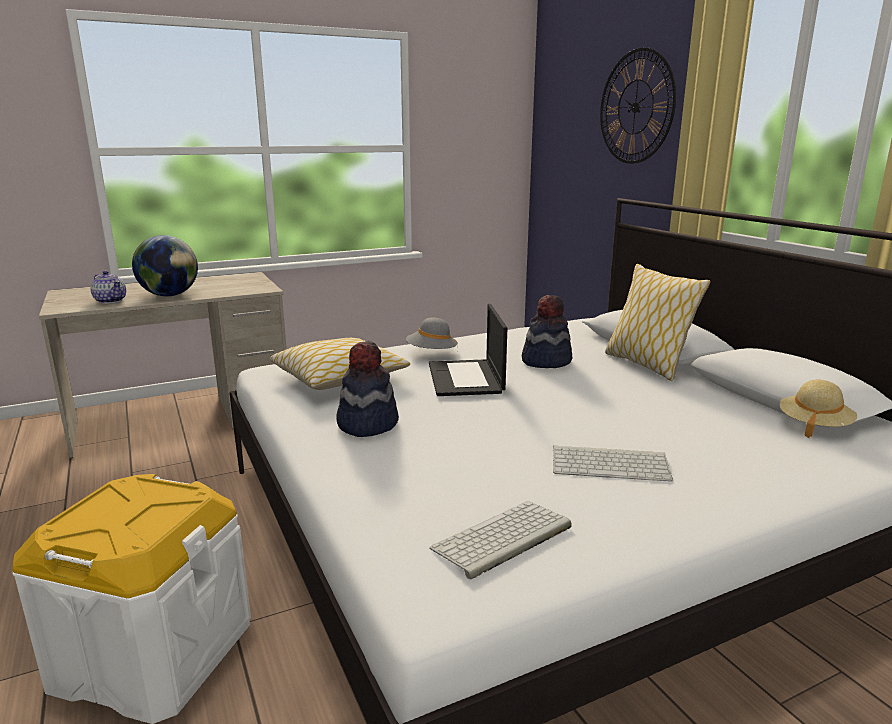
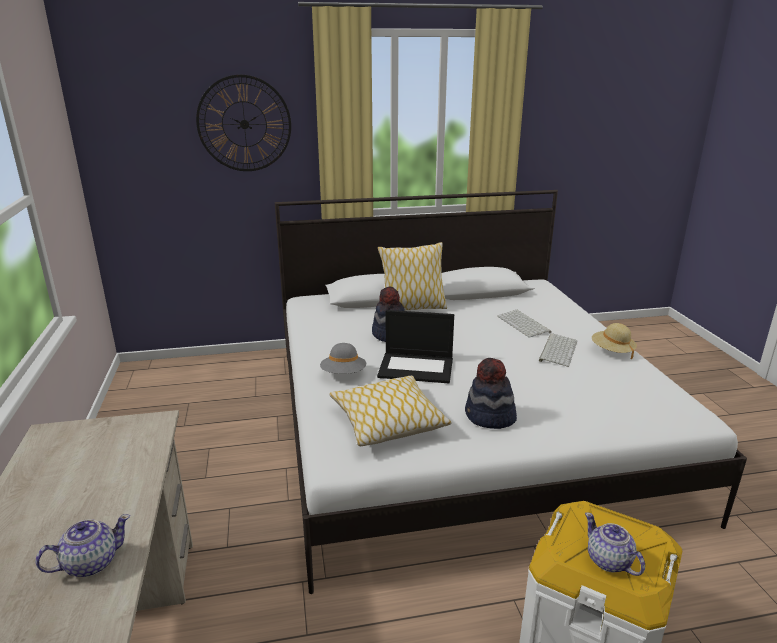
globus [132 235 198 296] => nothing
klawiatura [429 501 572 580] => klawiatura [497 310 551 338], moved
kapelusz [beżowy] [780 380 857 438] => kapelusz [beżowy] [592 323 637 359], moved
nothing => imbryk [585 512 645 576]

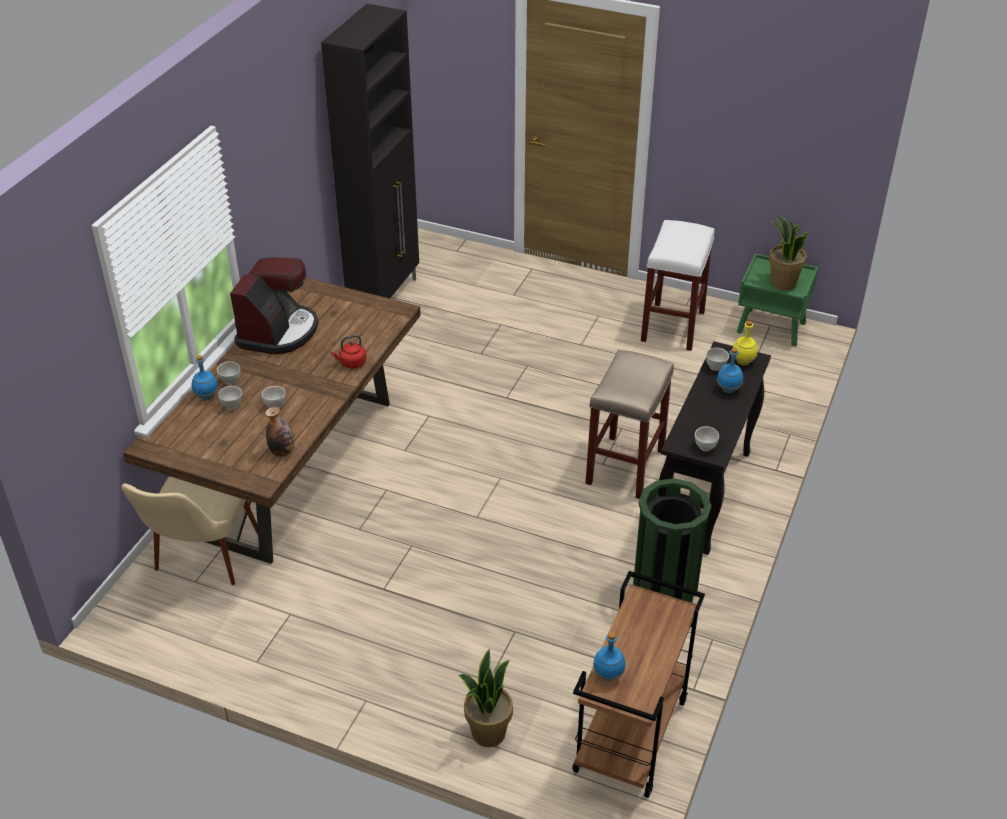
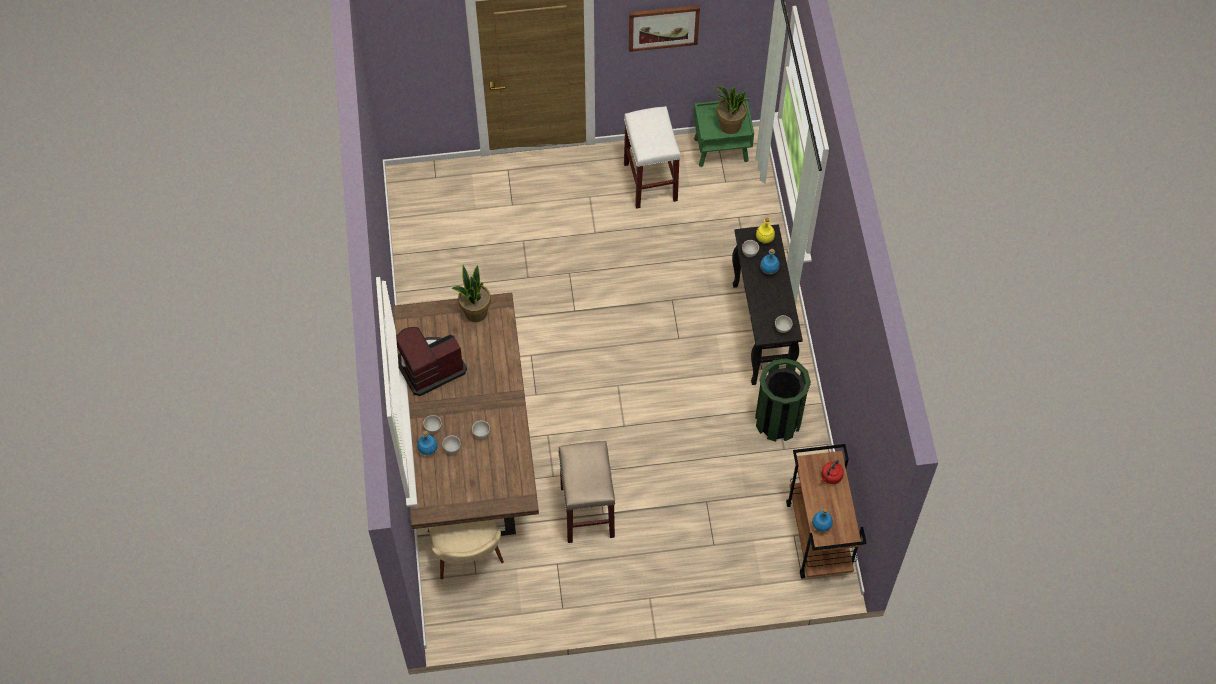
ekspres do kawy [230 257 318 354] => ekspres do kawy [396 327 467 396], 105 degrees counterclockwise
butelka [265 406 295 457] => nothing
szafka [czarny] [321 4 419 298] => nothing
czajnik [czerwony] [331 335 366 369] => czajnik [czerwony] [821 460 844 484], moved
roślina doniczkowa [459 649 513 747] => roślina doniczkowa [452 265 491 322], moved
stołek [beżowy] [586 350 674 499] => stołek [beżowy] [558 441 616 543], moved
nothing => obraz [629 5 700 52]

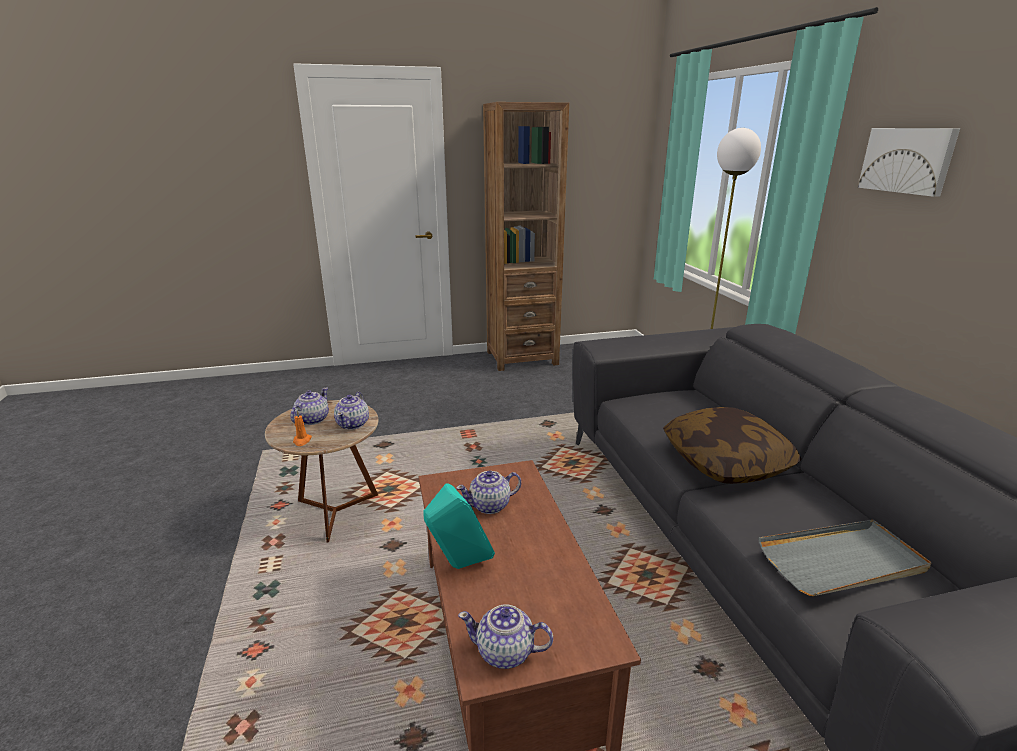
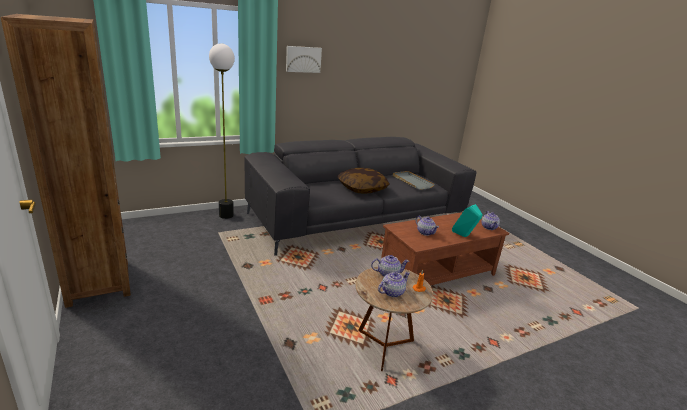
imbryk [291 387 329 425] => imbryk [378 272 410 297], 135 degrees clockwise

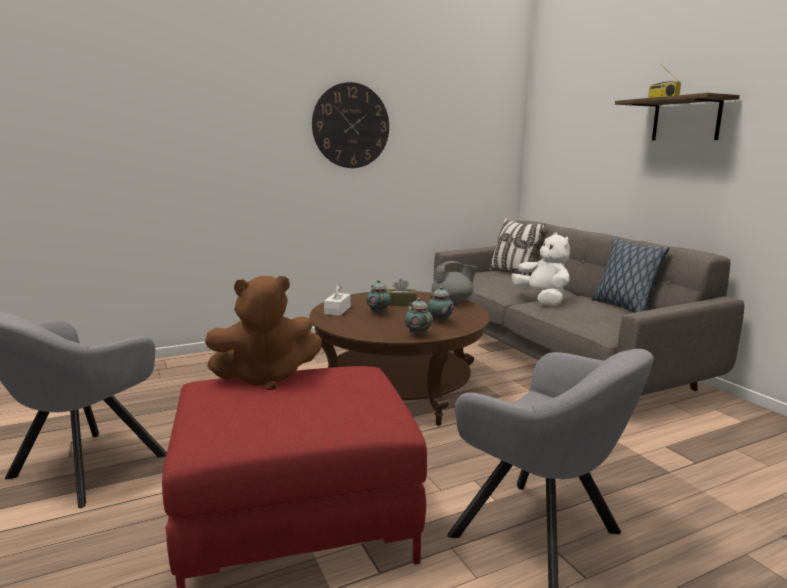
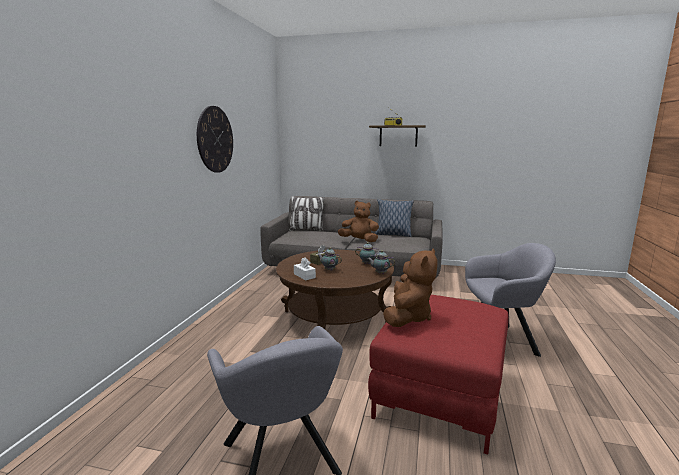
imbryk [szary] [432 261 478 303] => nothing
pluszak [biały] [512 232 570 306] => pluszak [brązowy] [338 201 379 242]

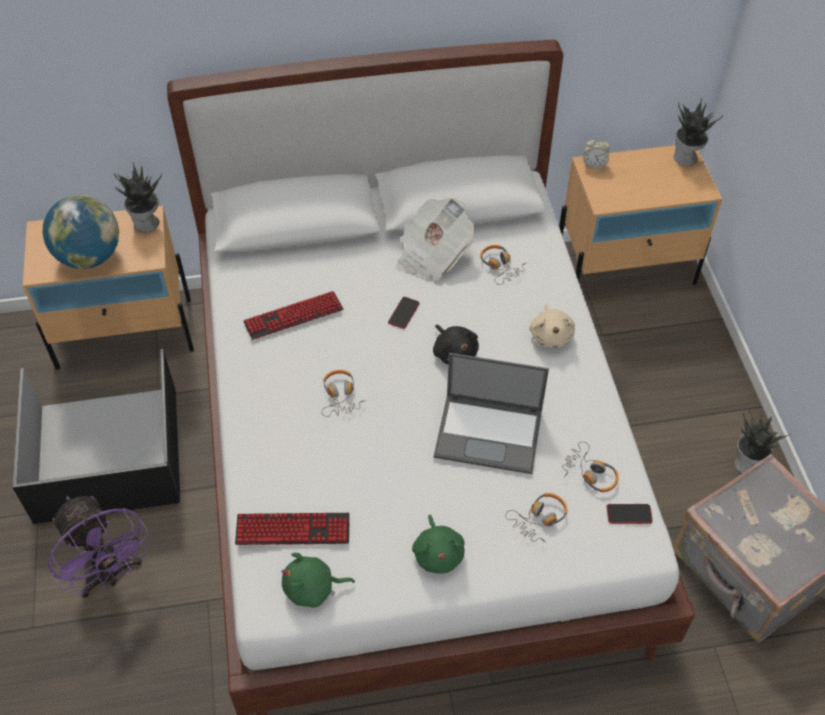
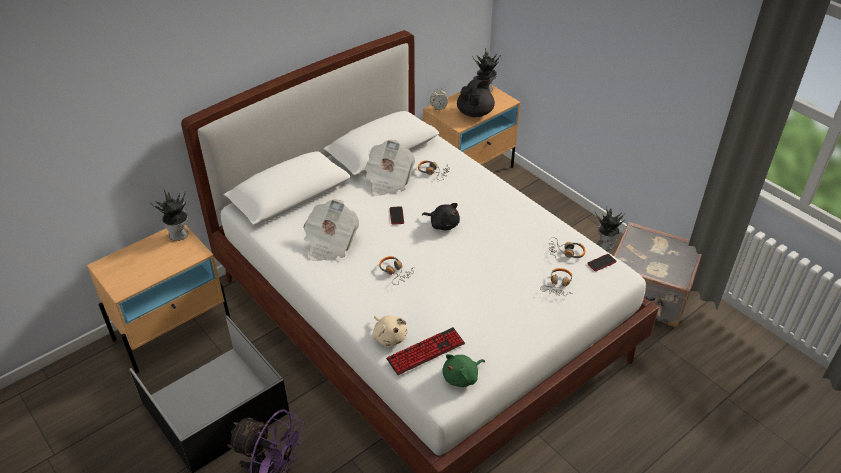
globus [43 195 119 269] => nothing
klawiatura [243 291 343 340] => gazeta [303 199 359 261]
pluszak [zielony] [412 514 465 574] => nothing
laptop [434 353 549 474] => nothing
pluszak [beżowy] [529 304 575 348] => pluszak [beżowy] [372 315 408 346], moved
nothing => imbryk [czarny] [457 75 495 117]

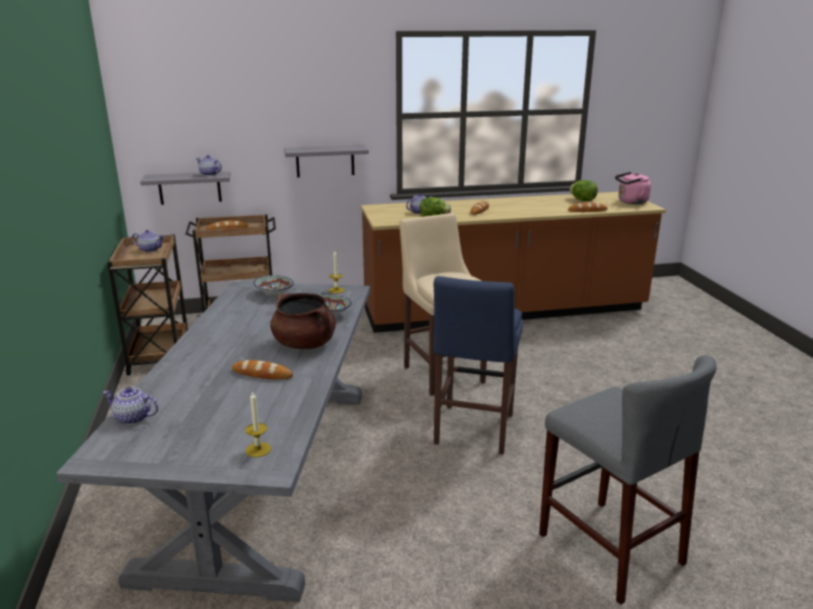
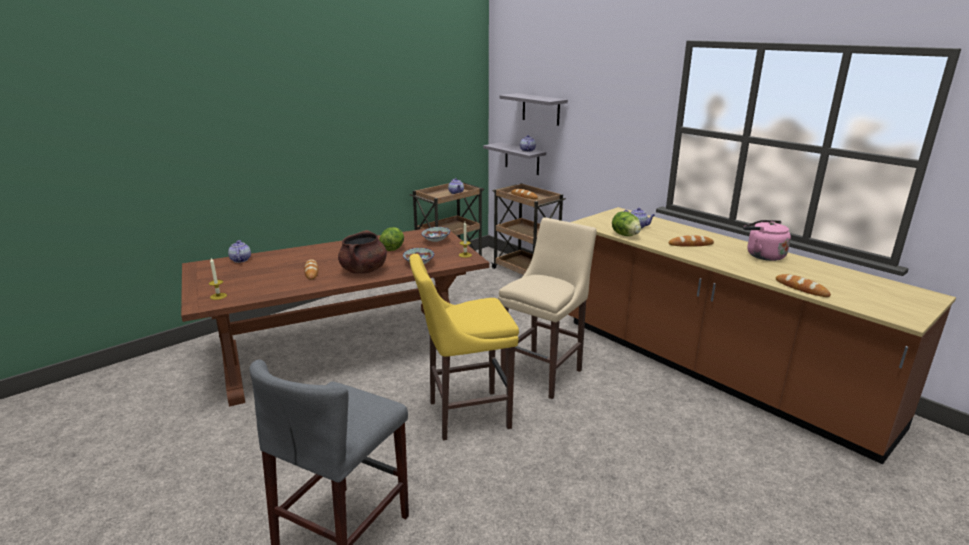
stół jadalny [szary] [56 281 370 602] => stół jadalny [brązowy] [181 226 489 407]
półka [szary] [284 145 369 177] => półka [szary] [500 93 568 126], moved
stołek [niebieski] [433 276 523 454] => stołek [żółty] [409 254 519 441]
sałata [569 180 598 201] => sałata [379 227 404 251], moved
czajnik [różowy] [615 172 651 204] => czajnik [różowy] [743 220 791 261], moved

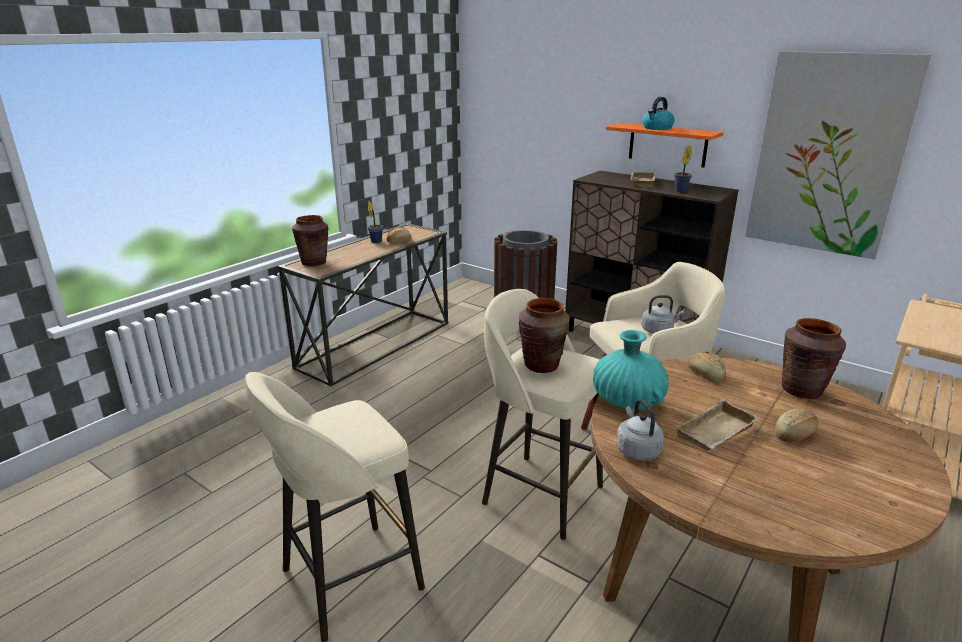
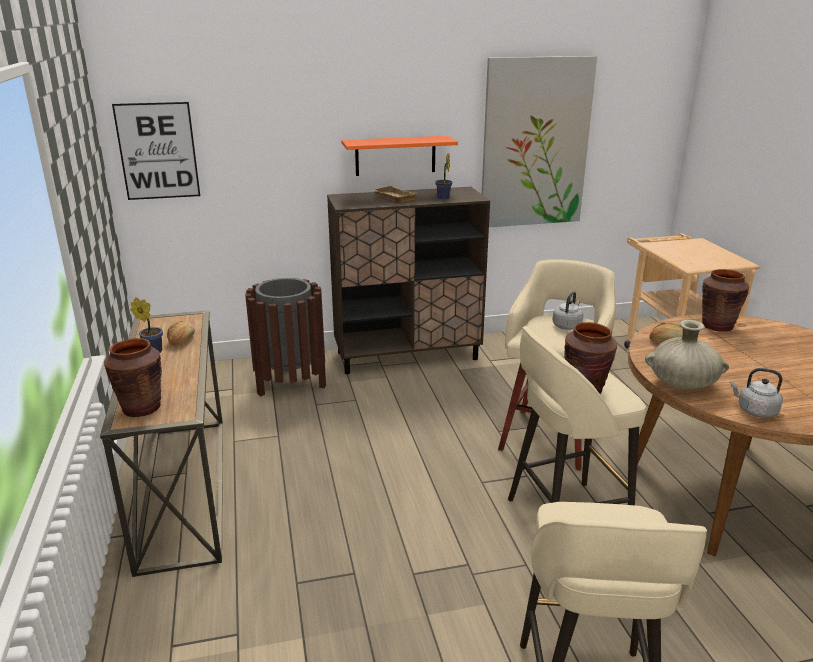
wazon [turkusowy] [593 330 669 409] => wazon [beżowy] [645 320 729 390]
czajnik [642 97 675 130] => nothing
taca [beżowy] [675 399 760 451] => nothing
chleb [775 408 819 442] => nothing
nothing => obraz [112 102 200 200]

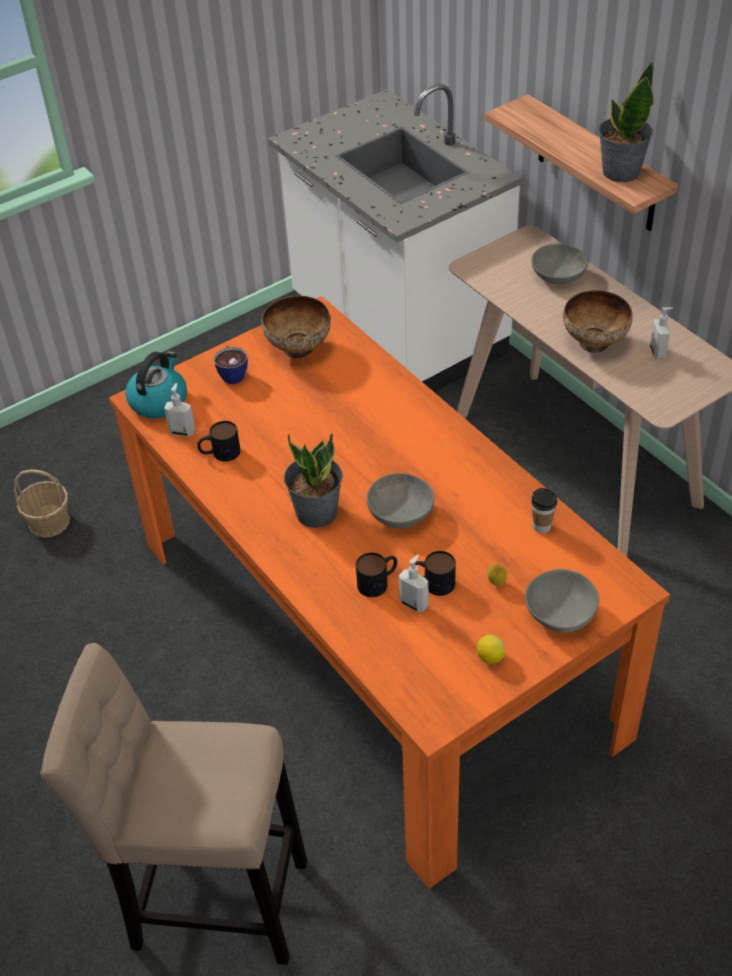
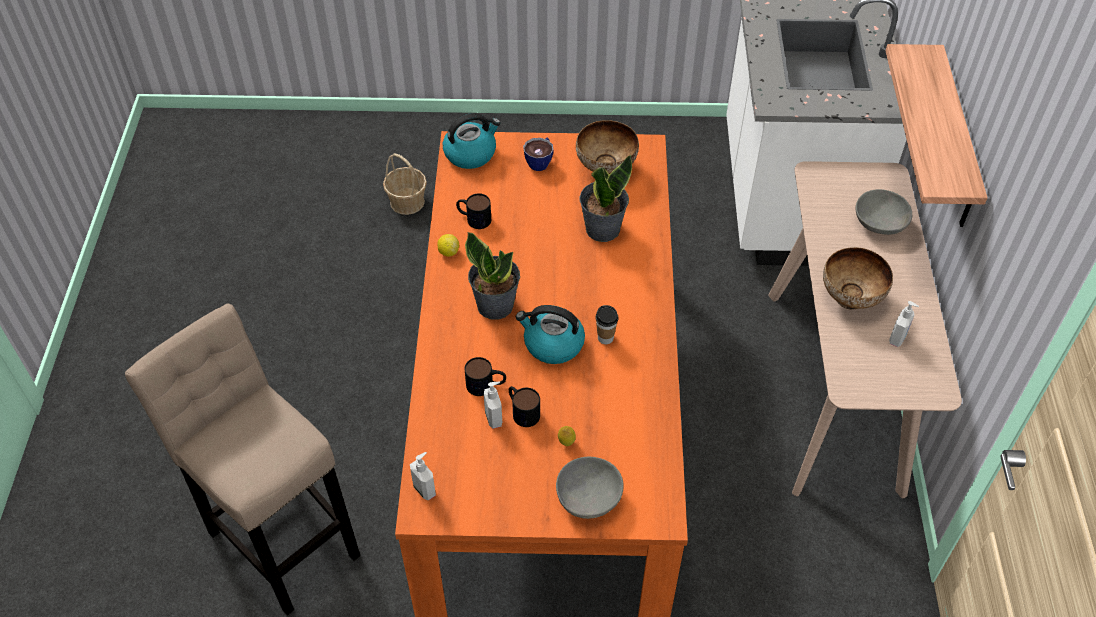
dozownik mydła [164 383 195 437] => dozownik mydła [410 452 436 501], moved
miska [szary] [366 473 435 528] => czajnik [516 305 585 364]
cytryna [477 634 505 664] => cytryna [437 234 459 257], moved
filiżanka [531 488 557 533] => filiżanka [595 305 619 344], moved
roślina doniczkowa [599 62 653 182] => roślina doniczkowa [579 155 632 242], moved

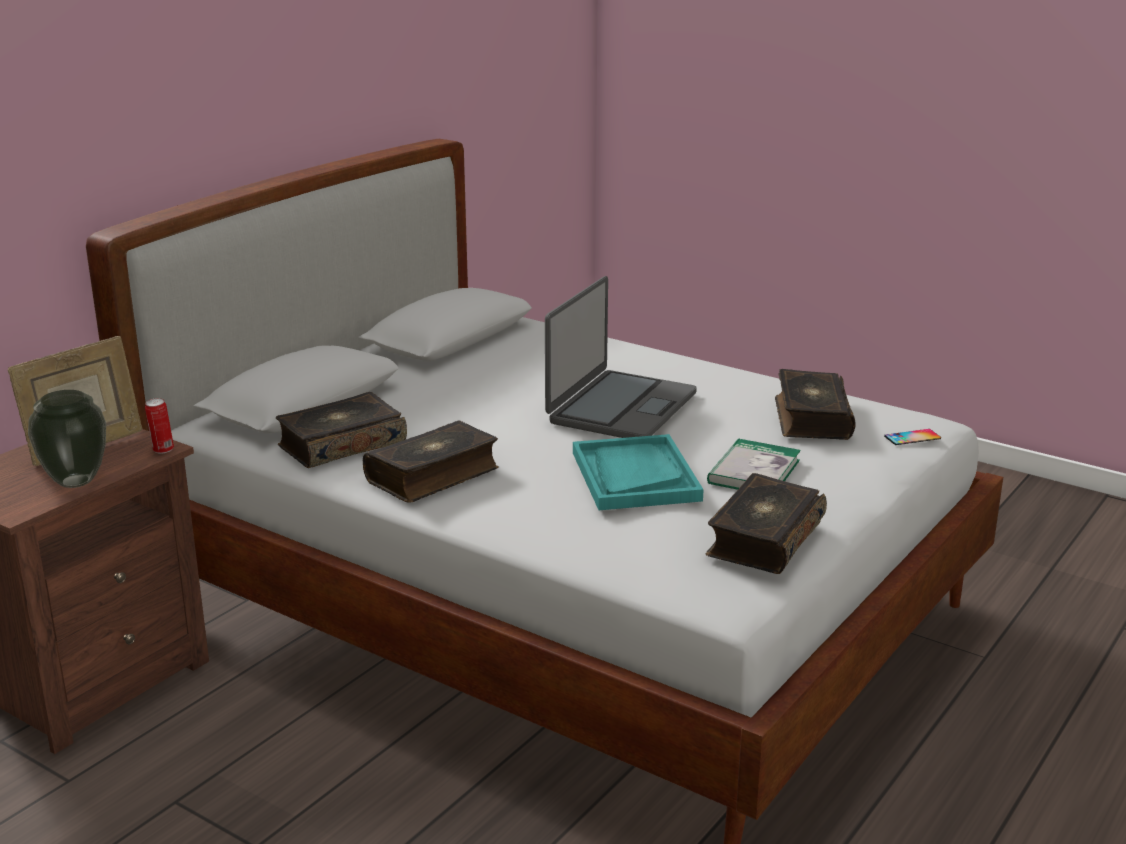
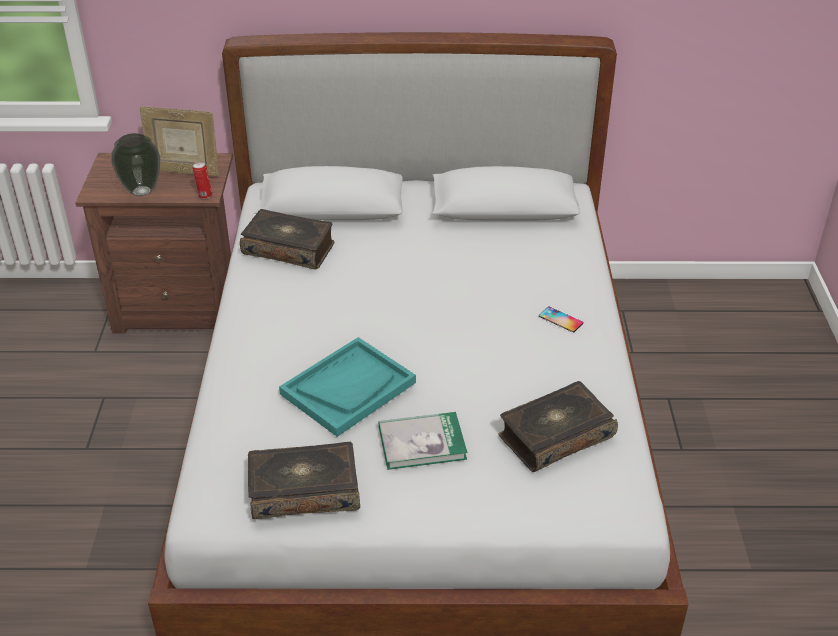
książka [363 420 499 502] => nothing
laptop [545 276 697 438] => nothing
telefon [884 429 941 445] => telefon [539 306 583 332], moved

